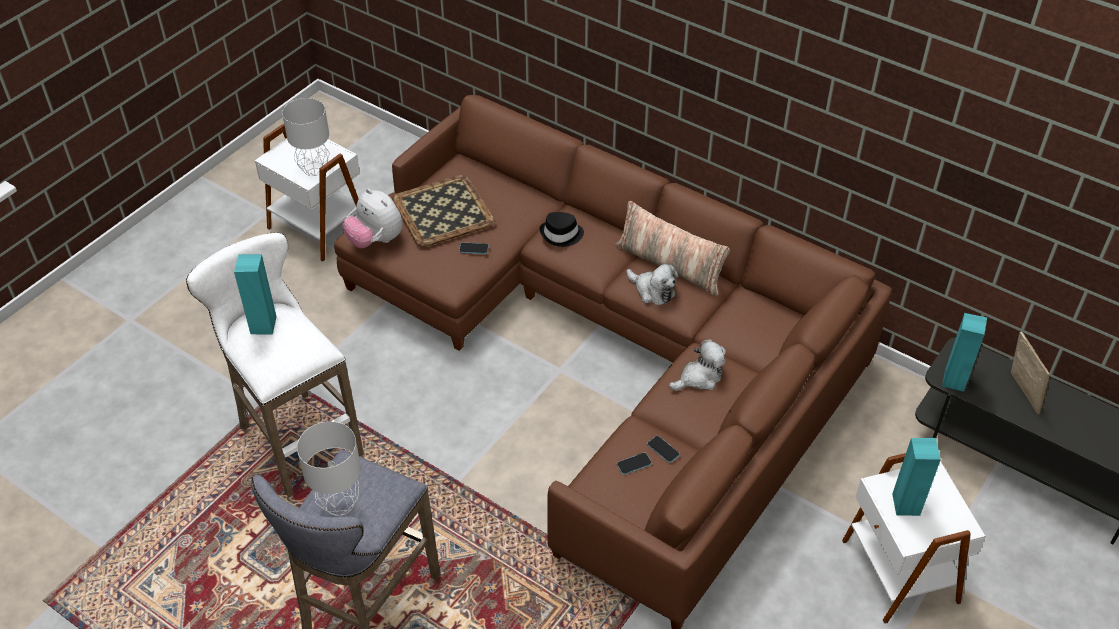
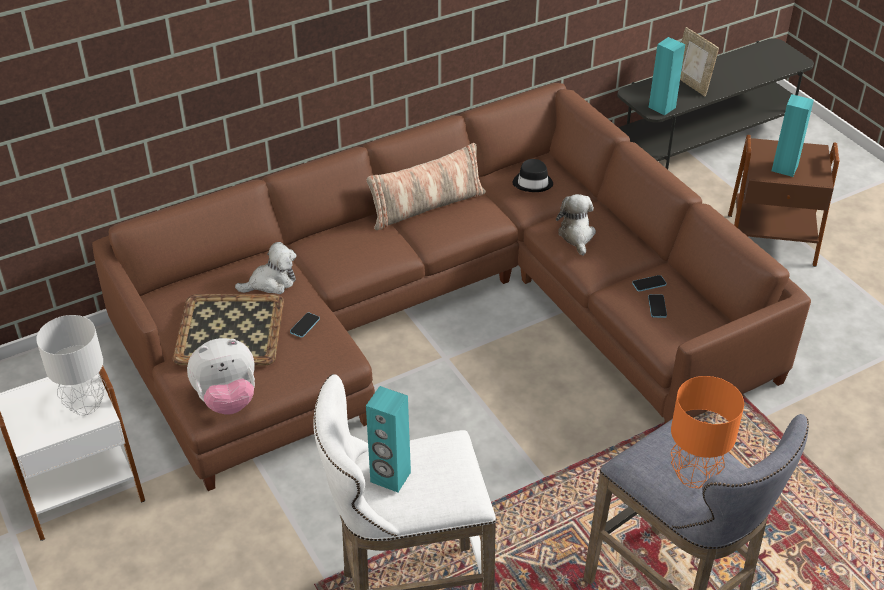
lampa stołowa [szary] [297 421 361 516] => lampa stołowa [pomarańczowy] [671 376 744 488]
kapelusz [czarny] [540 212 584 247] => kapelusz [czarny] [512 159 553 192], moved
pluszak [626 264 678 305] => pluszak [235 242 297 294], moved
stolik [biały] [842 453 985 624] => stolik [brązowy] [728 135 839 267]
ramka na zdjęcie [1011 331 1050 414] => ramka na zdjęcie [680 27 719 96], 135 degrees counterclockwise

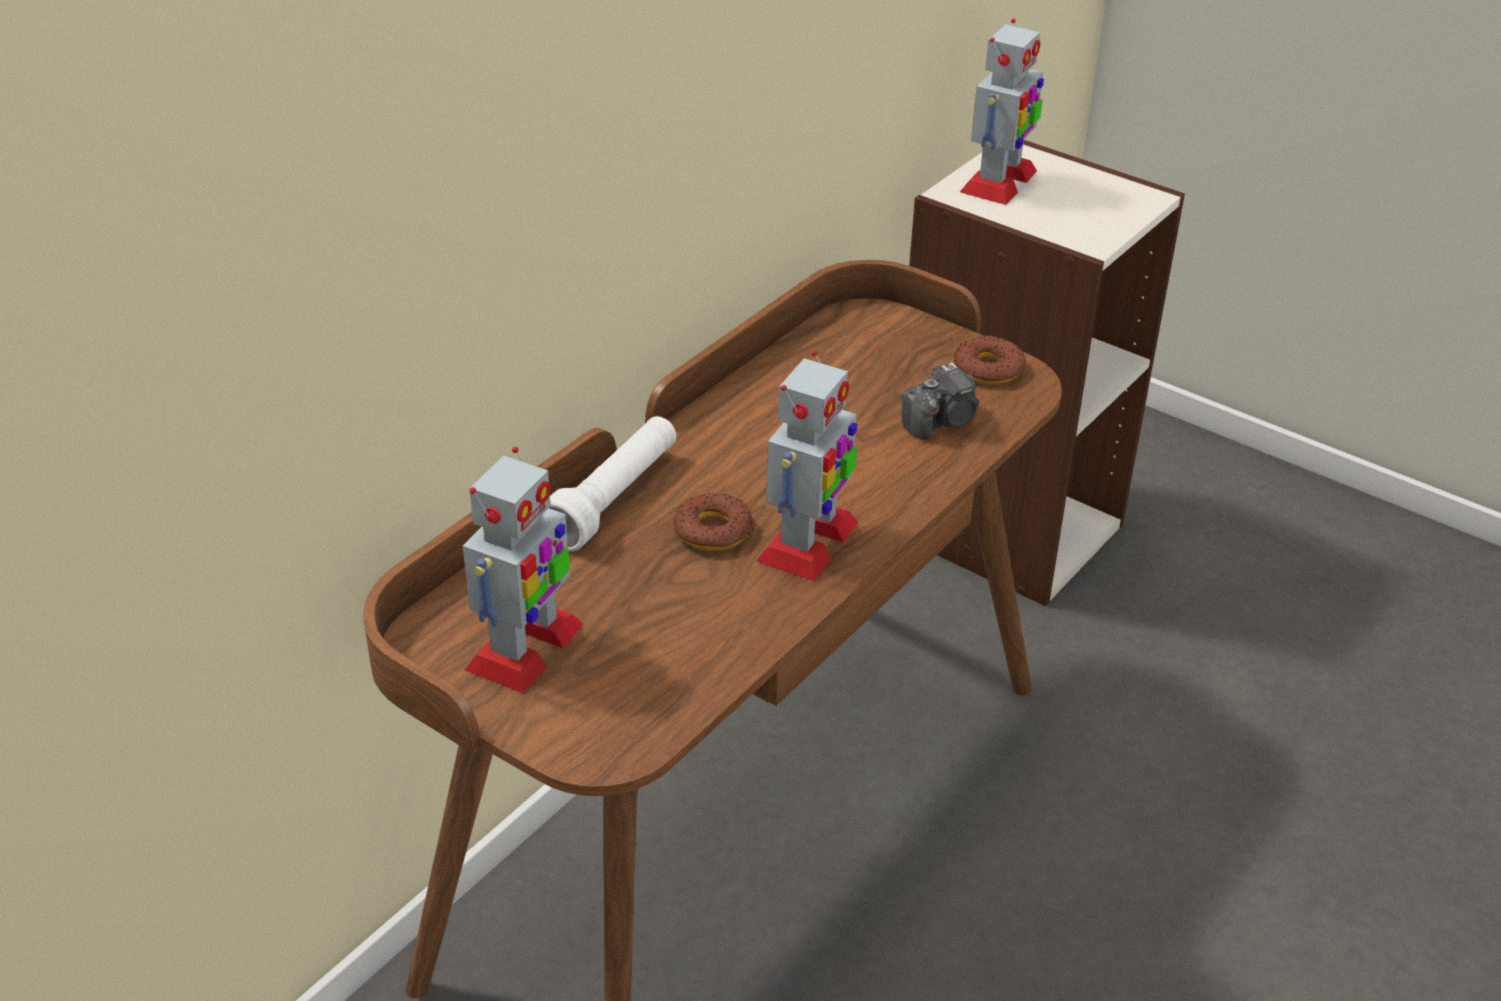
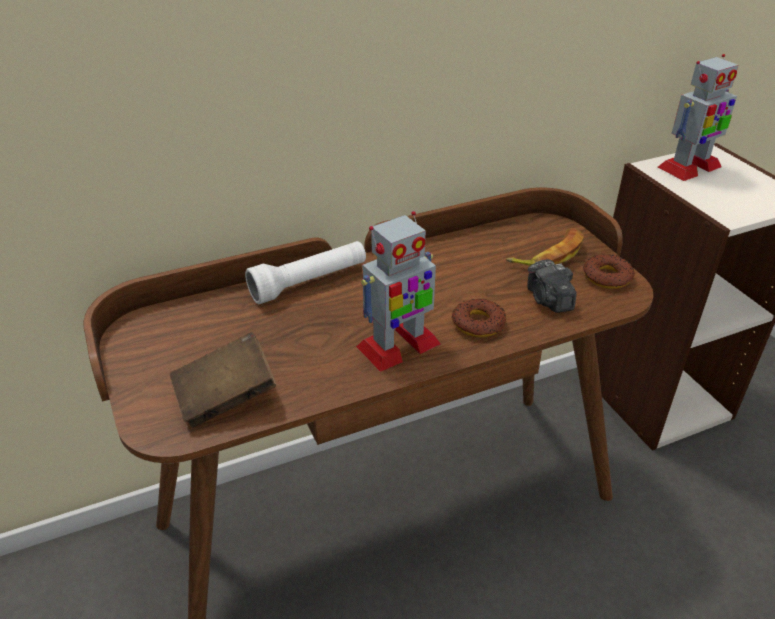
robot zabawkowy [463 447 584 693] => nothing
donut [673 493 754 551] => donut [452 299 506 337], moved
aparat fotograficzny [902 362 979 440] => aparat fotograficzny [527 259 577 313], 75 degrees clockwise
nothing => książka [brązowy] [170 332 276 428]
nothing => banan [506 228 584 266]

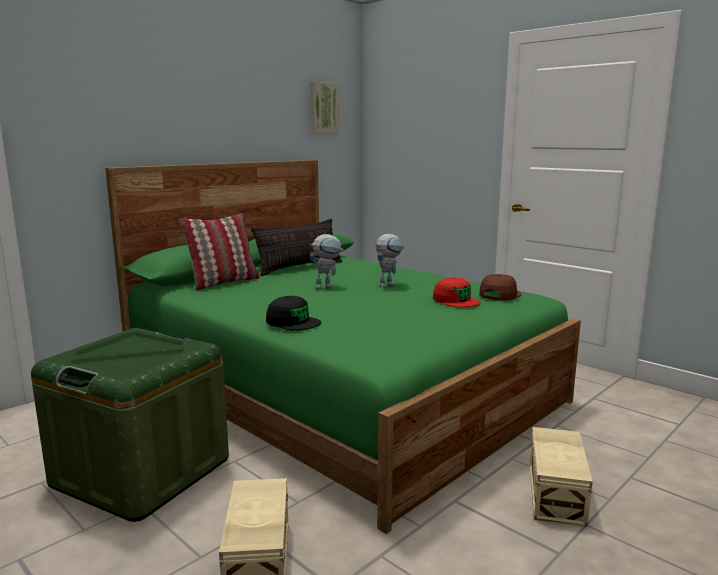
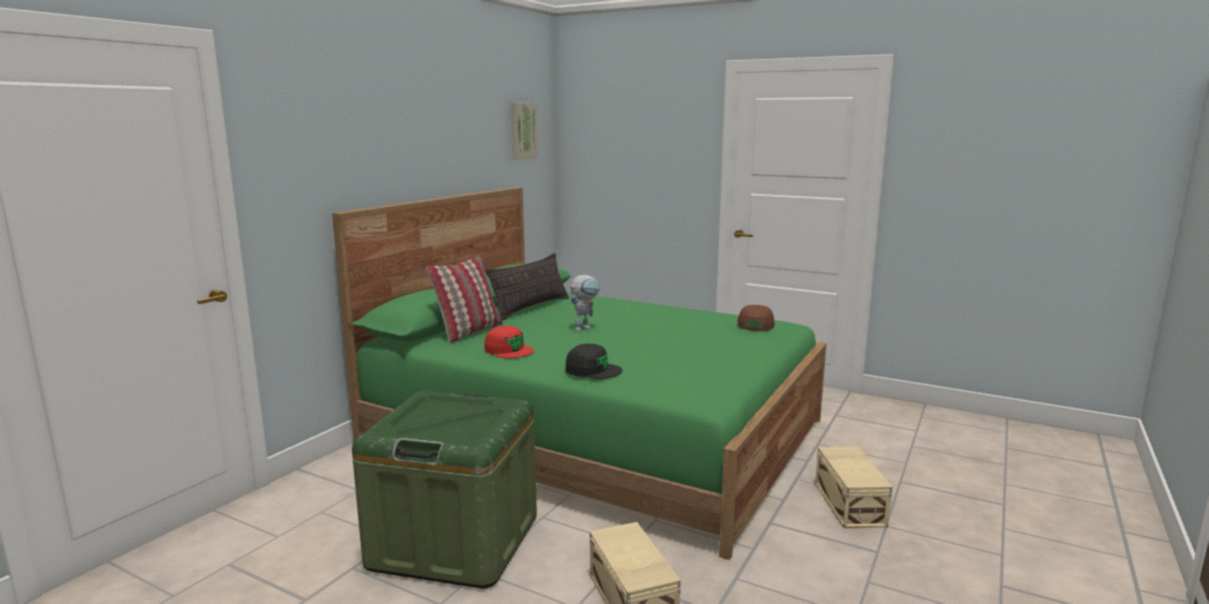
robot zabawkowy [375 234 404 287] => nothing
czapka z daszkiem [czerwony] [433 277 481 307] => czapka z daszkiem [czerwony] [484 326 534 358], moved

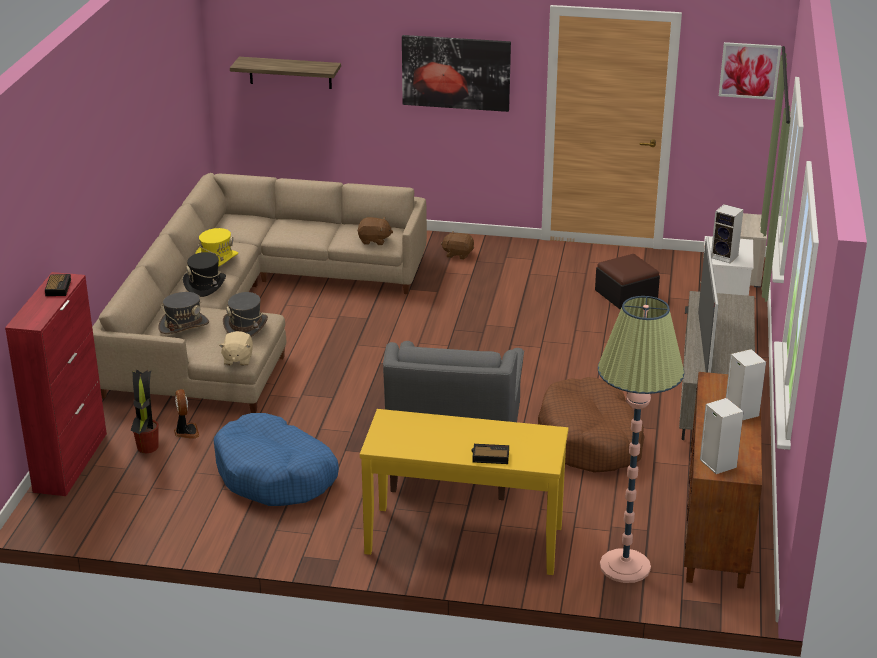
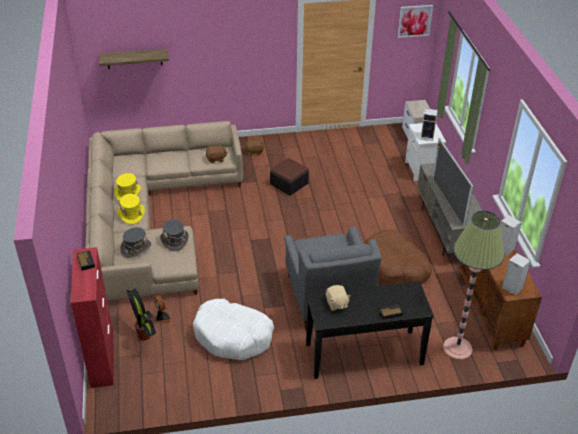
kapelusz [czarny] [183 252 226 297] => kapelusz [żółty] [117 194 145 224]
legowisko [niebieski] [214 413 339 506] => legowisko [biały] [193 299 274 360]
pluszak [beżowy] [219 331 253 366] => pluszak [beżowy] [326 285 350 311], moved
stolik konsolowy [żółty] [360 409 568 575] => stolik konsolowy [czarny] [306 281 434 379]
obraz [402 35 511 112] => nothing
pufa [595 254 660 310] => pufa [270 158 309 196], moved

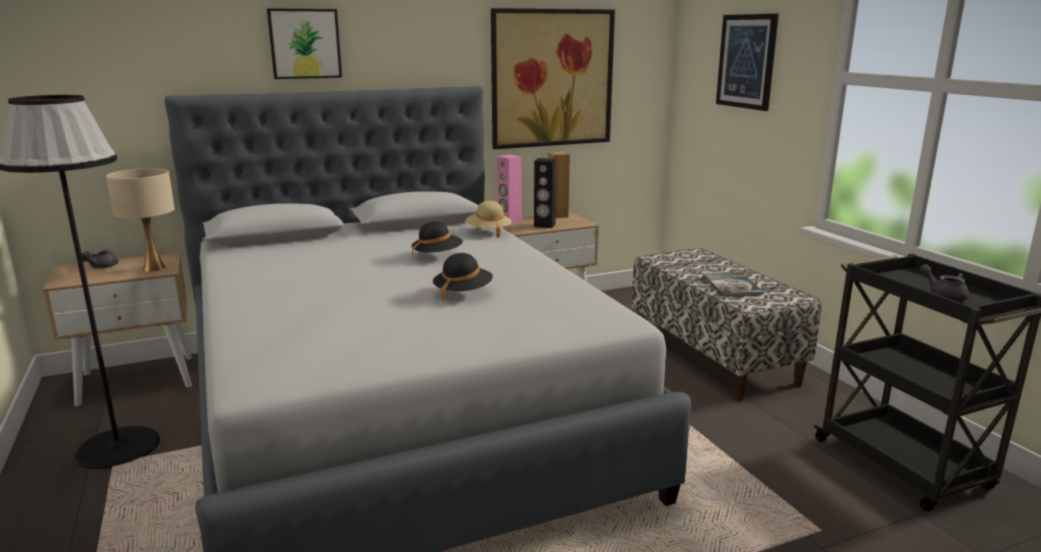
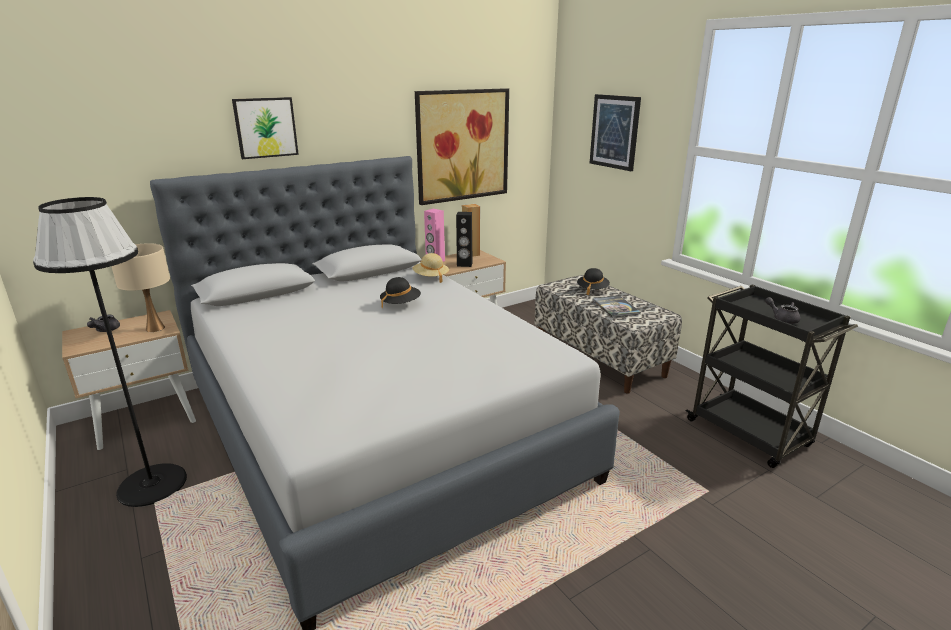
kapelusz [czarny] [433 253 493 302] => kapelusz [czarny] [577 268 610 295], moved

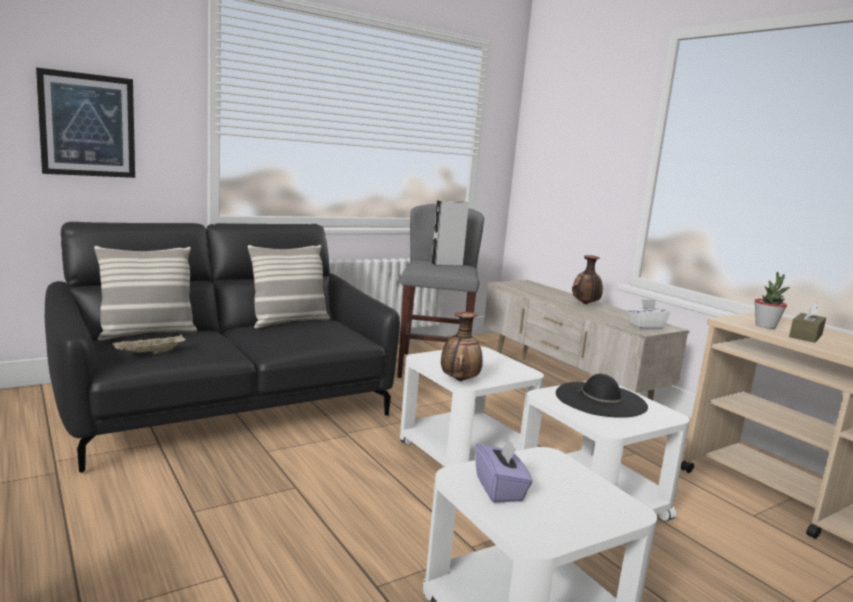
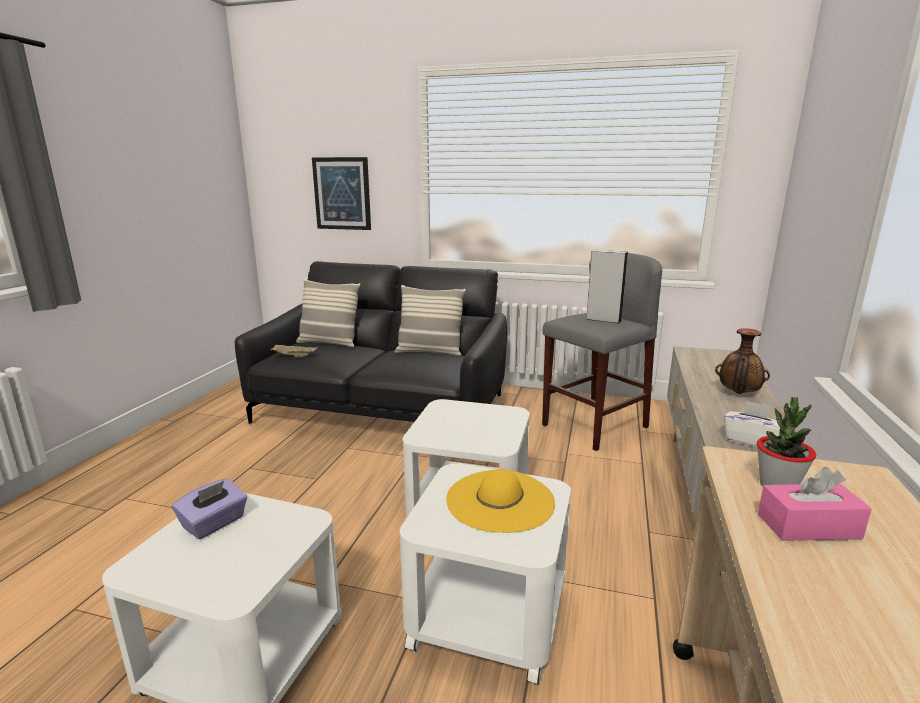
wazon [441 312 483 381] => nothing
kapelusz [czarny] [556 374 648 418] => kapelusz [żółty] [446 469 555 533]
pudełko chusteczek [brązowy] [789 301 826 343] => pudełko chusteczek [różowy] [758 467 872 541]

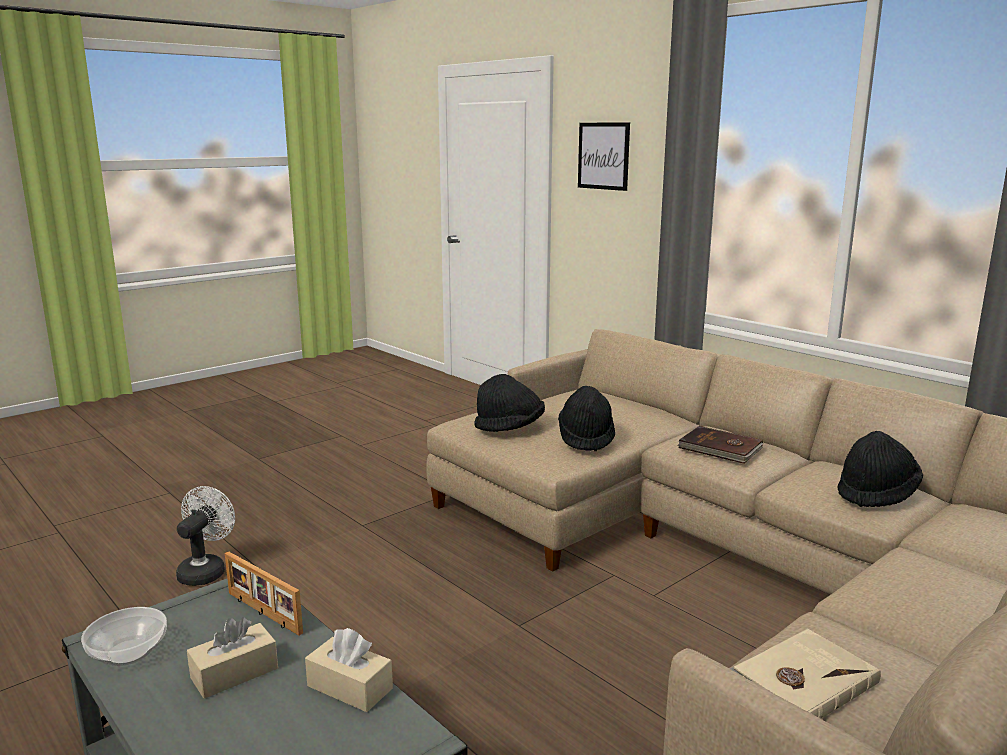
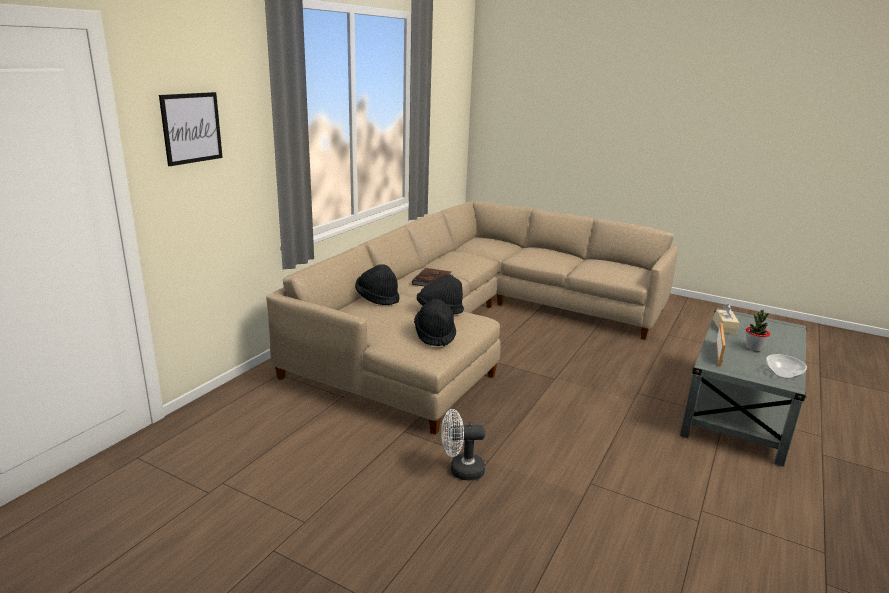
wentylator [biały] [176 486 235 586] => wentylator [biały] [441 409 485 481], moved
pudełko chusteczek [beżowy] [187 617 278 699] => roślina doniczkowa [746 310 770 351]
książka [beżowy] [730 629 881 719] => nothing
kapelusz [czarny] [838 431 923 507] => kapelusz [czarny] [355 264 400 306], moved

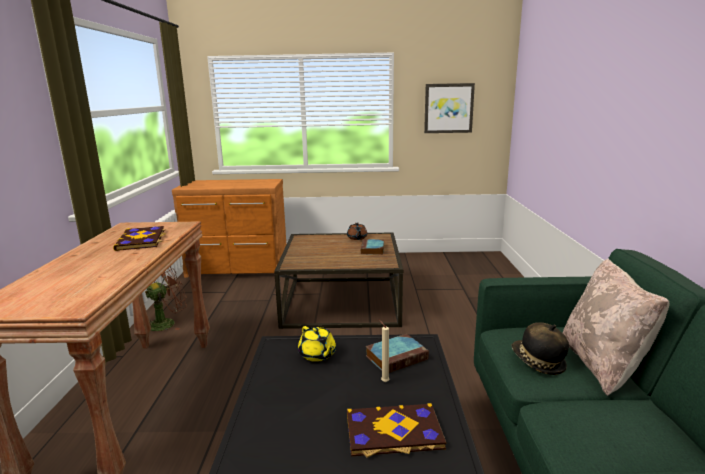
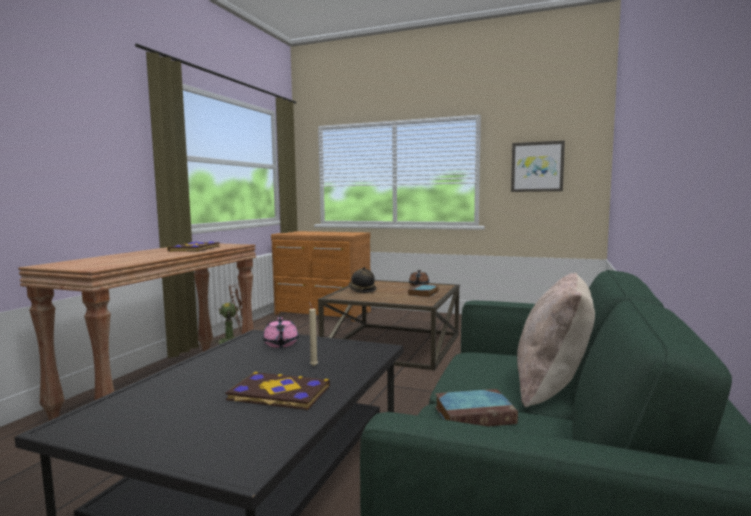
imbryk [żółty] [298 326 336 362] => imbryk [różowy] [263 317 299 348]
książka [366 334 429 373] => książka [435 389 518 427], moved
kapelusz [512 322 569 375] => kapelusz [349 267 377 293], moved

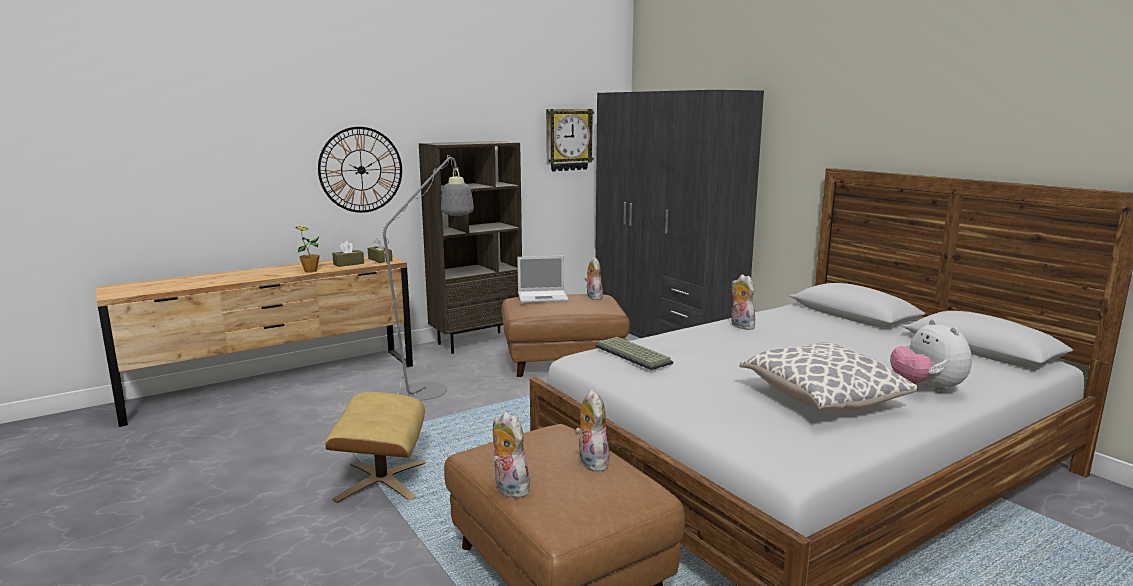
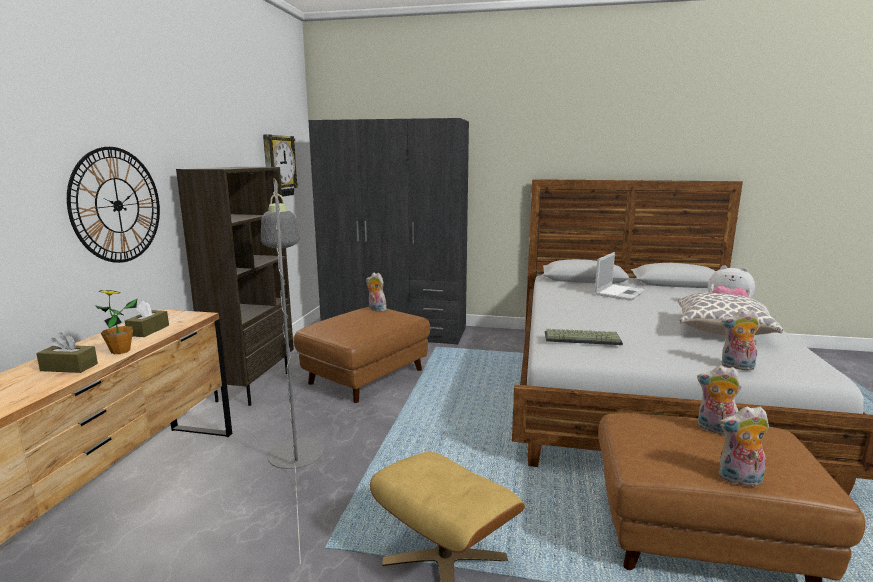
pudełko chusteczek [brązowy] [368 238 393 263] => pudełko chusteczek [brązowy] [36 333 98 373], moved
laptop [517 256 569 303] => laptop [595 252 646 301], moved
pluszak [731 274 755 330] => pluszak [721 309 760 370], moved

